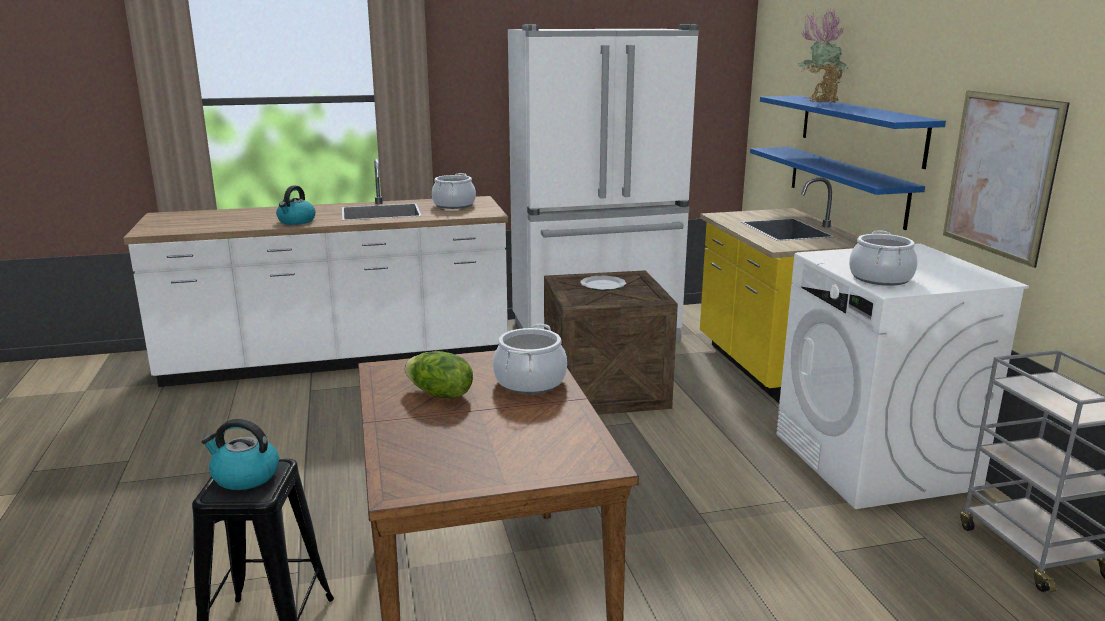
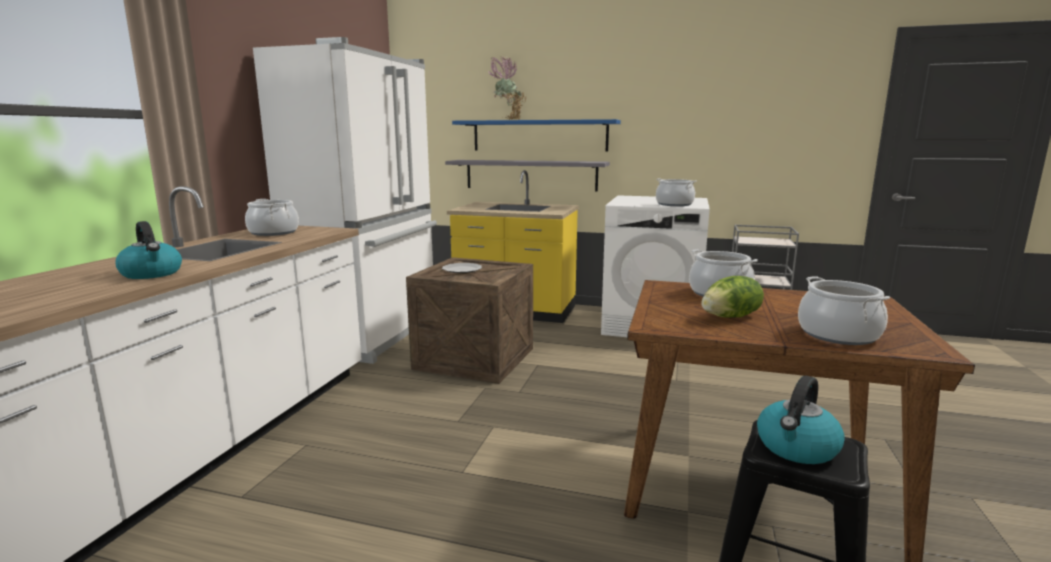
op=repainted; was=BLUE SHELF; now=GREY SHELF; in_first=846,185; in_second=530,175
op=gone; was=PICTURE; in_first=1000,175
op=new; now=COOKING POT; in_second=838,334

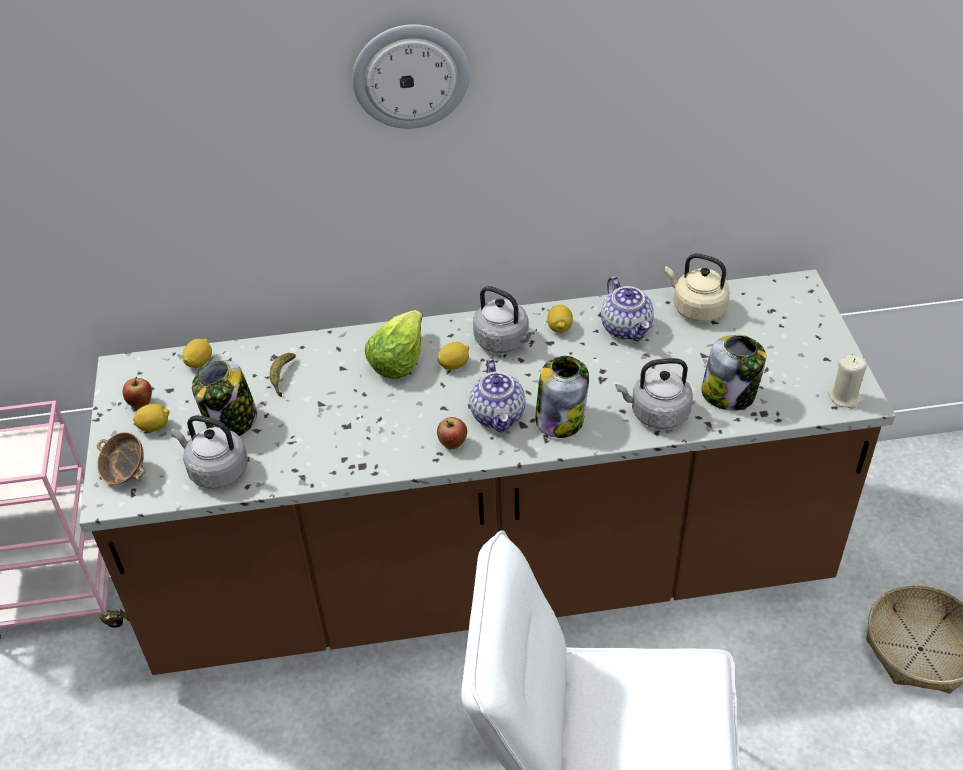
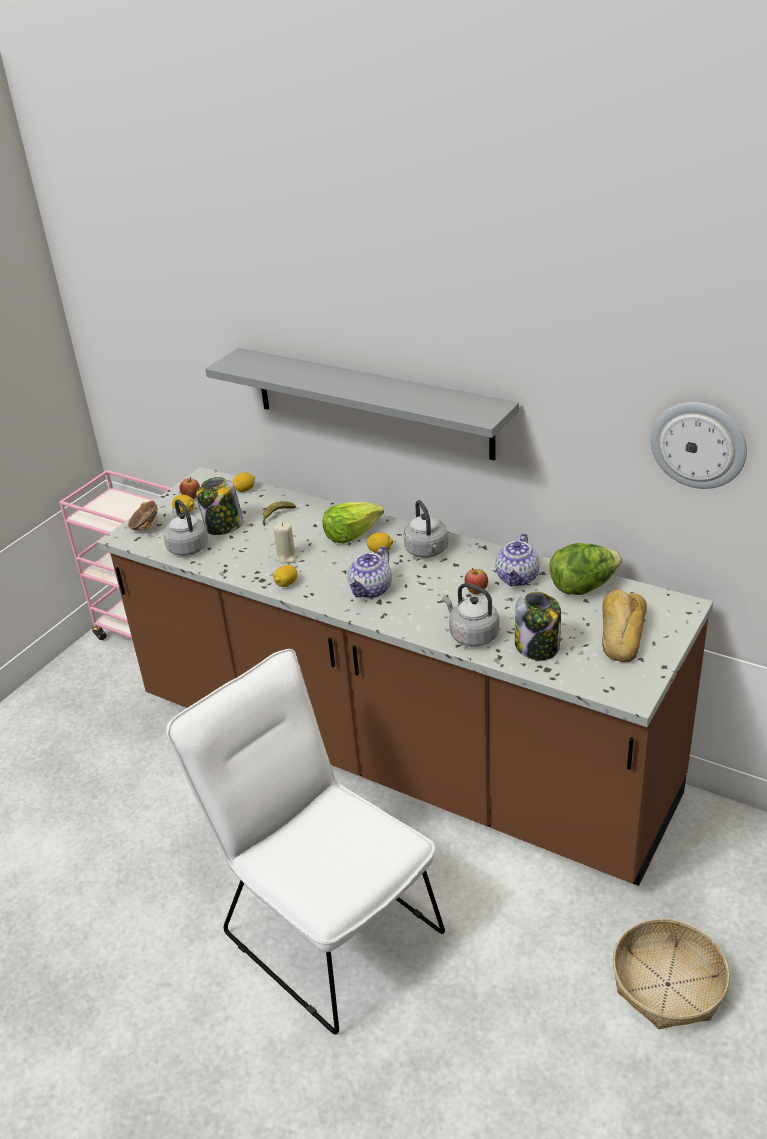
op=shifted; was=WALL CLOCK; in_first=410,75; in_second=698,444
op=shifted; was=APPLE; in_first=452,444; in_second=476,591
op=gone; was=JAR; in_first=560,419
op=shifted; was=LEMON; in_first=559,328; in_second=286,584
op=swapped; was=BEIGE KETTLE; now=LETTUCE; in_first=696,308; in_second=583,587
op=shifted; was=BEIGE CANDLE; in_first=845,397; in_second=287,557
op=new; now=GREY SHELF; in_second=371,403
op=new; now=BREAD; in_second=620,633

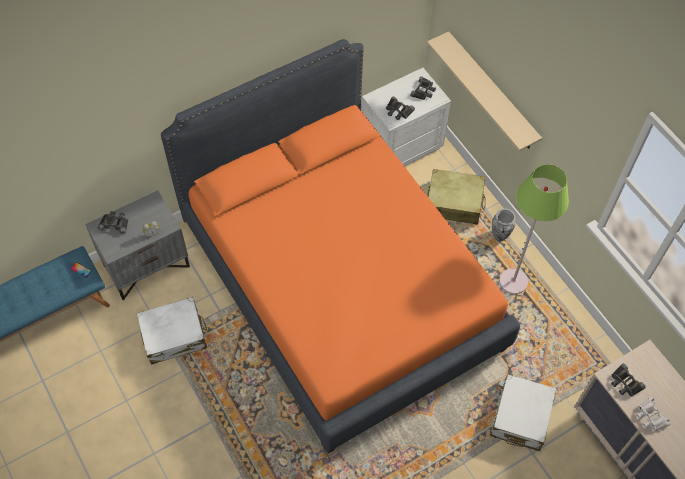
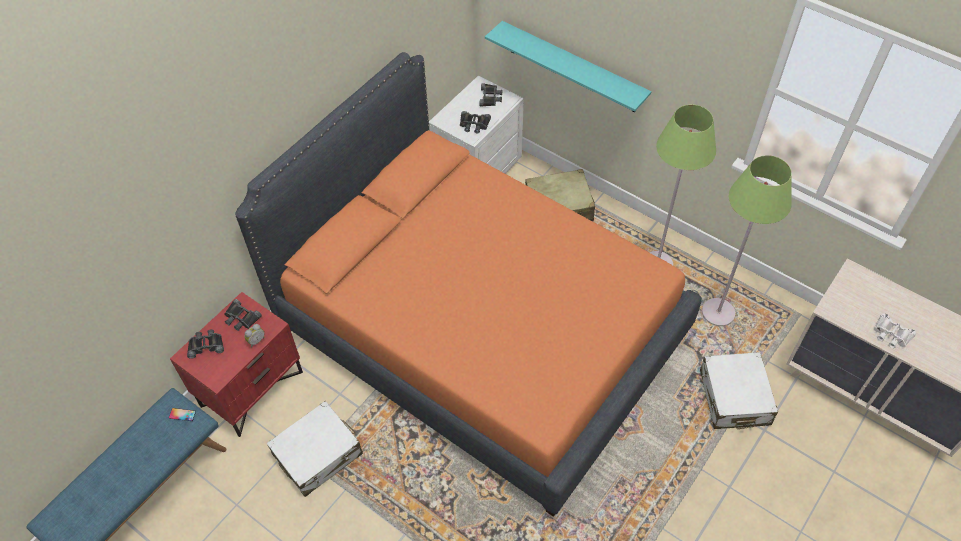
op=repainted; was=GREY NIGHTSTAND; now=RED NIGHTSTAND; in_first=146,265; in_second=251,388
op=repainted; was=BEIGE SHELF; now=TURQUOISE SHELF; in_first=491,92; in_second=573,67
op=gone; was=VASE; in_first=500,235
op=shifted; was=BLACK BINOCULARS; in_first=625,383; in_second=241,318
op=new; now=GREEN FLOOR LAMP; in_second=718,313

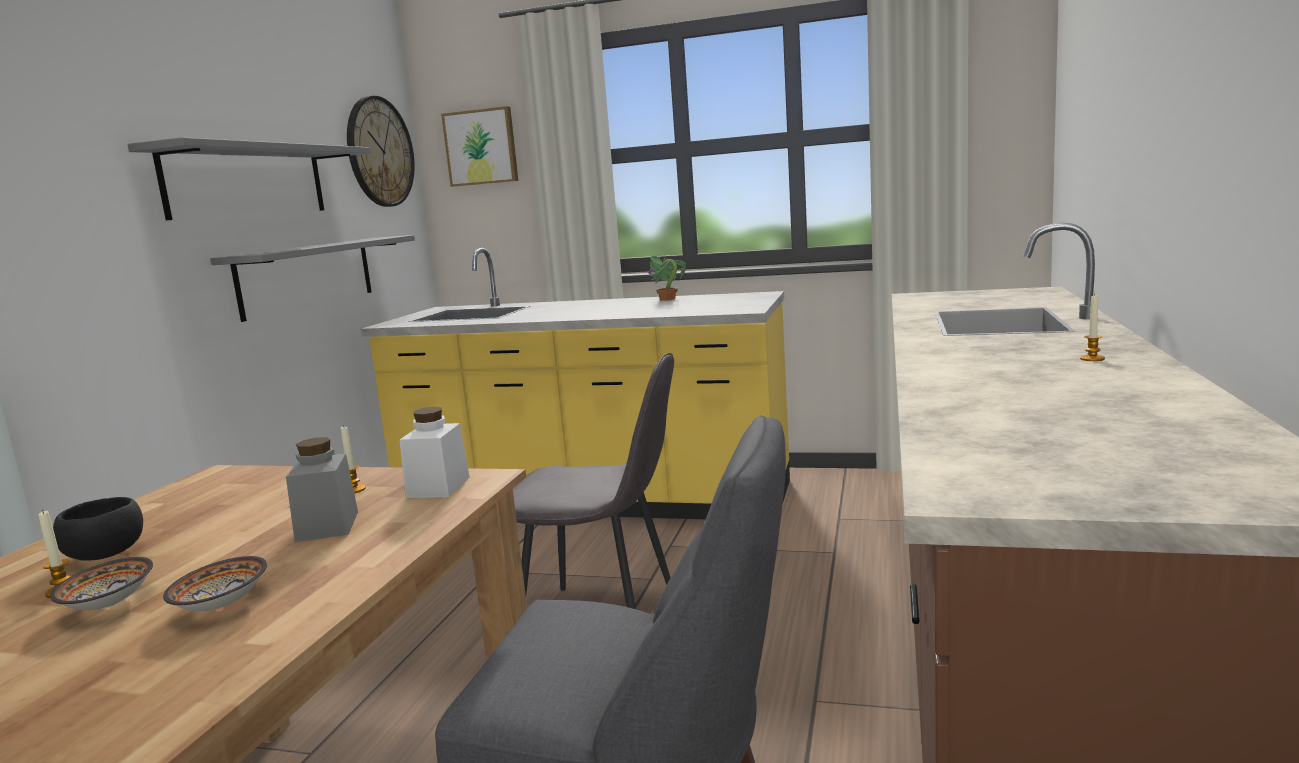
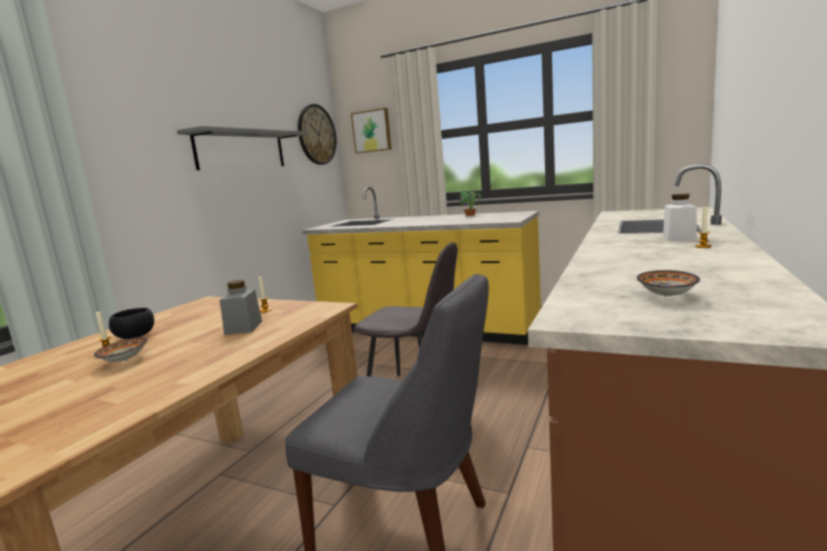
op=shifted; was=BOWL; in_first=225,604; in_second=668,295
op=gone; was=GREY SHELF; in_first=307,276
op=shifted; was=WHITE JAR; in_first=438,487; in_second=679,237

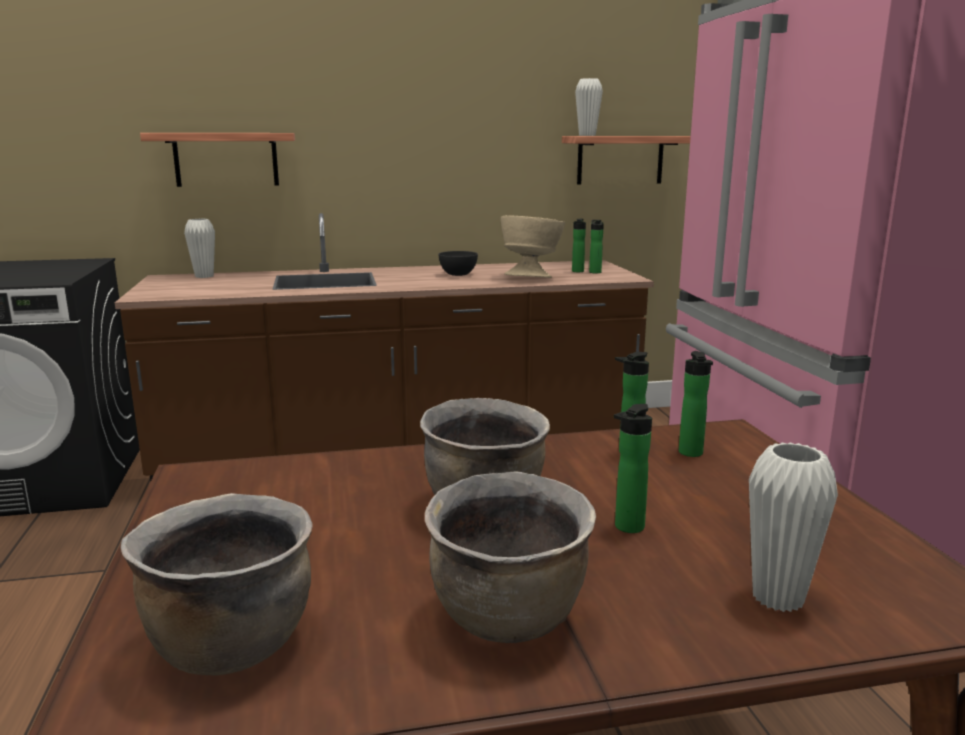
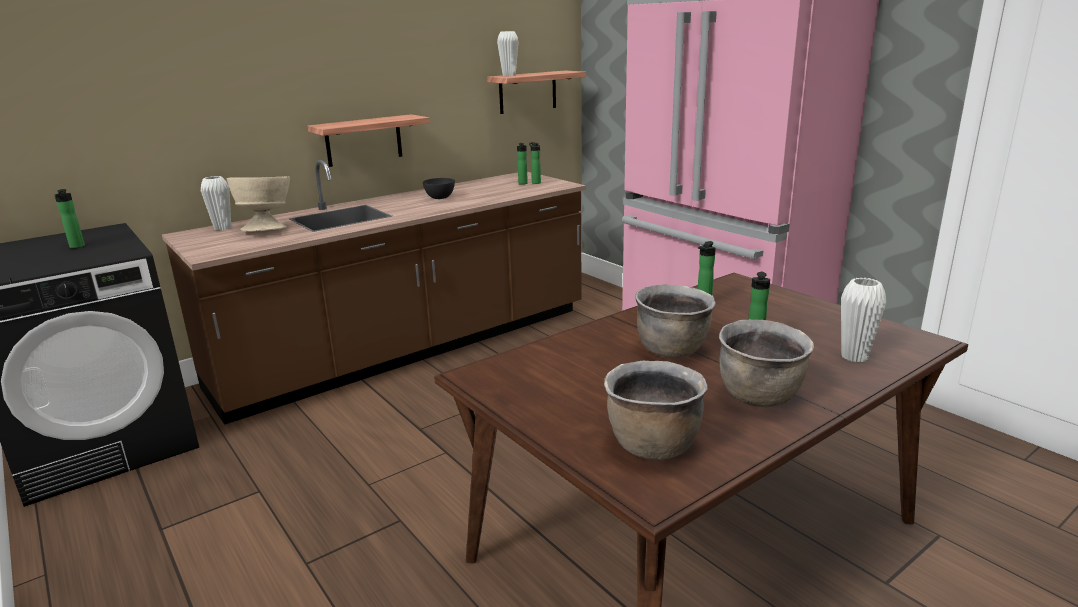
op=shifted; was=SHELF; in_first=226,159; in_second=364,140
op=shifted; was=BEIGE BOWL; in_first=531,278; in_second=267,229
op=shifted; was=BOTTLE; in_first=691,454; in_second=77,247

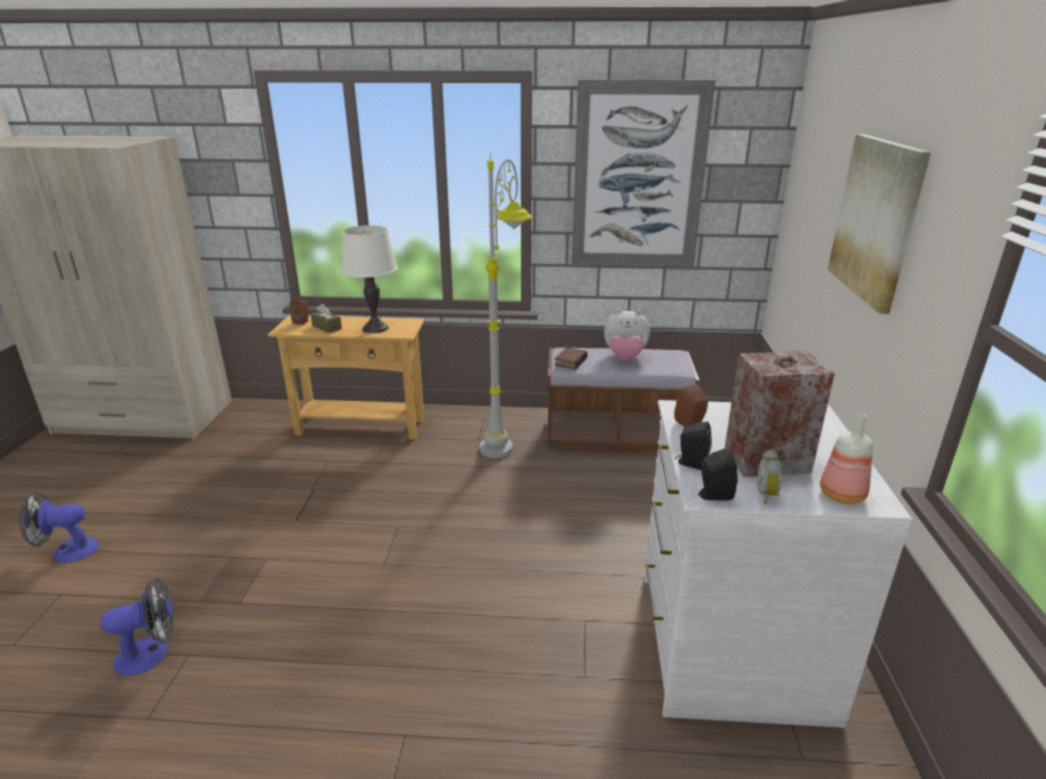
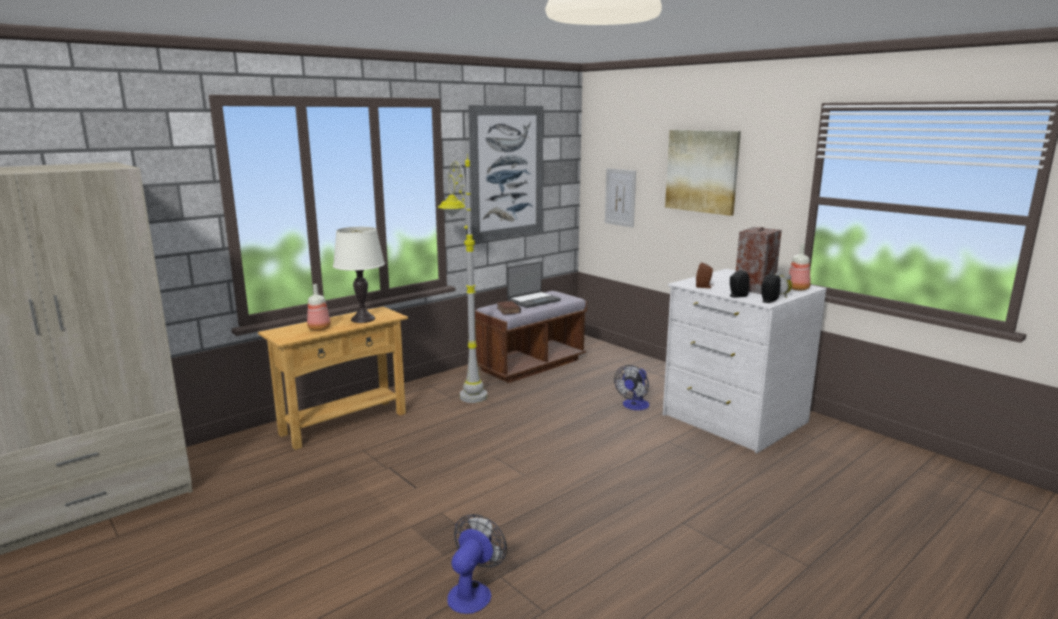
op=shifted; was=FAN; in_first=67,551; in_second=634,406
op=gone; was=BROWN SPEAKER; in_first=302,322
op=swapped; was=BROWN TISSUE BOX; now=BOTTLE; in_first=327,327; in_second=320,328
op=swapped; was=PLUSH TOY; now=LAPTOP; in_first=625,357; in_second=533,300
op=new; now=PICTURE; in_second=620,197

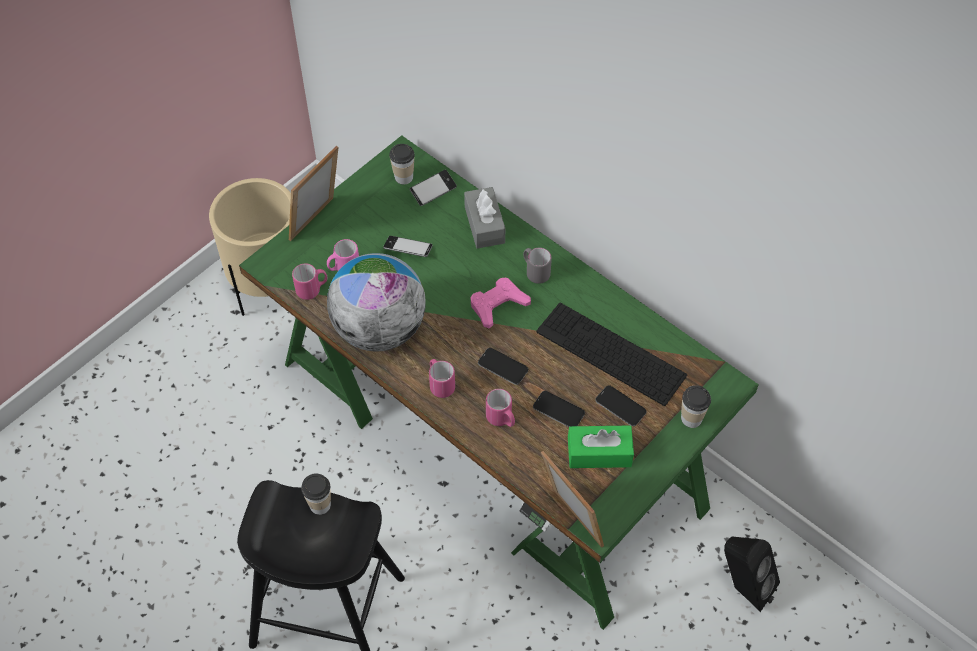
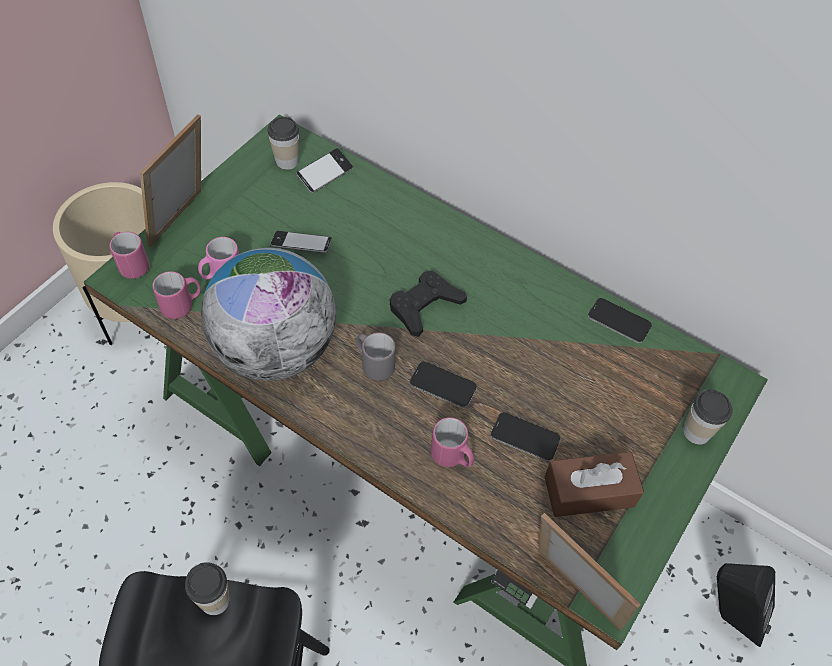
op=shifted; was=PINK MUG; in_first=440,384; in_second=131,264
op=gone; was=GREY TISSUE BOX; in_first=484,225
op=repainted; was=PINK GAME CONTROLLER; now=BLACK GAME CONTROLLER; in_first=498,305; in_second=424,306
op=shifted; was=GREY MUG; in_first=535,272; in_second=374,364
op=gone; was=KEYBOARD; in_first=610,353
op=repainted; was=GREEN TISSUE BOX; now=BROWN TISSUE BOX; in_first=599,453; in_second=589,491
op=shifted; was=PHONE; in_first=620,406; in_second=619,321

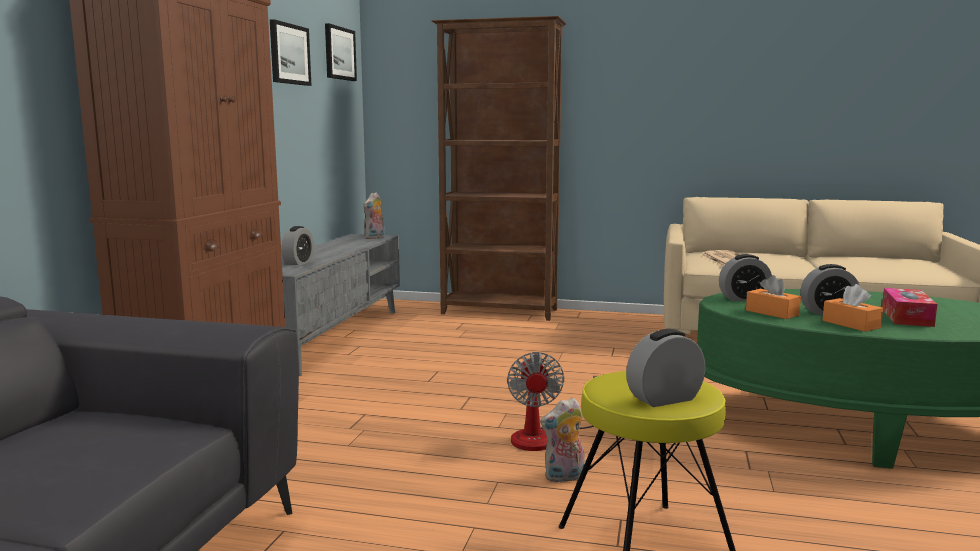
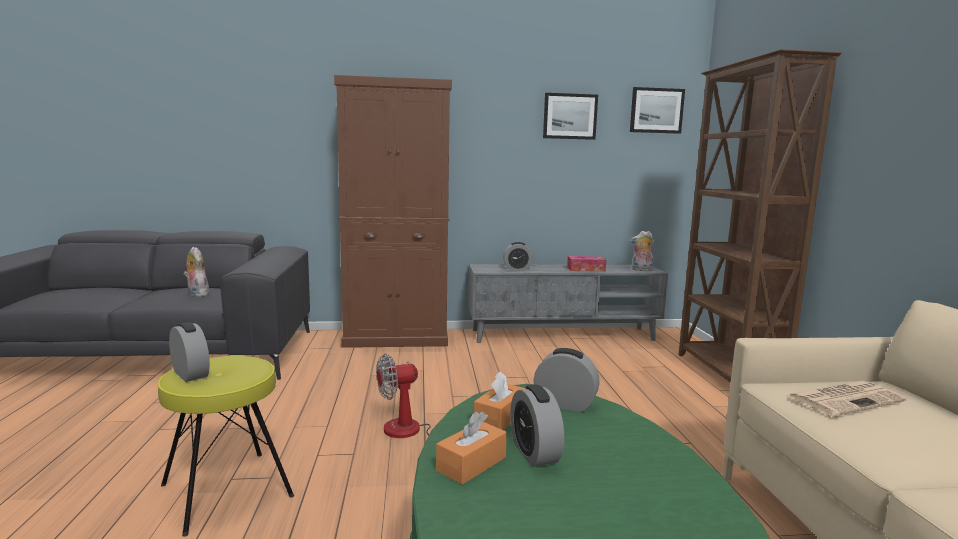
op=shifted; was=PLUSH TOY; in_first=564,477; in_second=196,294
op=rotated; was=ALARM CLOCK; in_first=744,299; in_second=565,404; clockwise=135
op=shifted; was=TISSUE BOX; in_first=906,317; in_second=586,269

